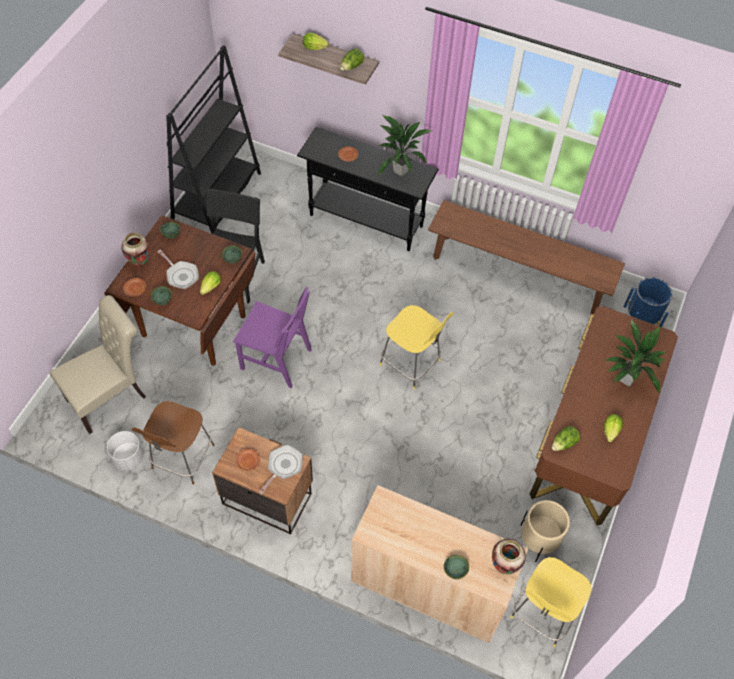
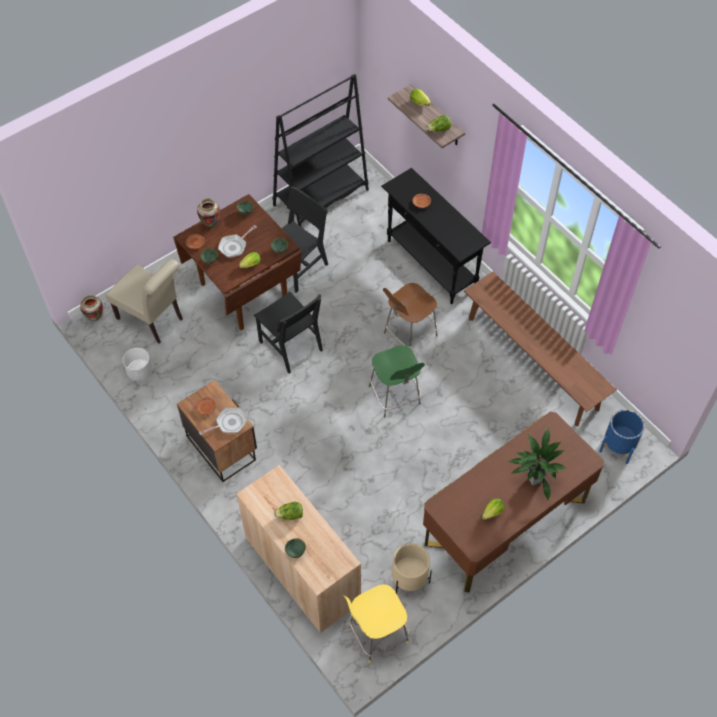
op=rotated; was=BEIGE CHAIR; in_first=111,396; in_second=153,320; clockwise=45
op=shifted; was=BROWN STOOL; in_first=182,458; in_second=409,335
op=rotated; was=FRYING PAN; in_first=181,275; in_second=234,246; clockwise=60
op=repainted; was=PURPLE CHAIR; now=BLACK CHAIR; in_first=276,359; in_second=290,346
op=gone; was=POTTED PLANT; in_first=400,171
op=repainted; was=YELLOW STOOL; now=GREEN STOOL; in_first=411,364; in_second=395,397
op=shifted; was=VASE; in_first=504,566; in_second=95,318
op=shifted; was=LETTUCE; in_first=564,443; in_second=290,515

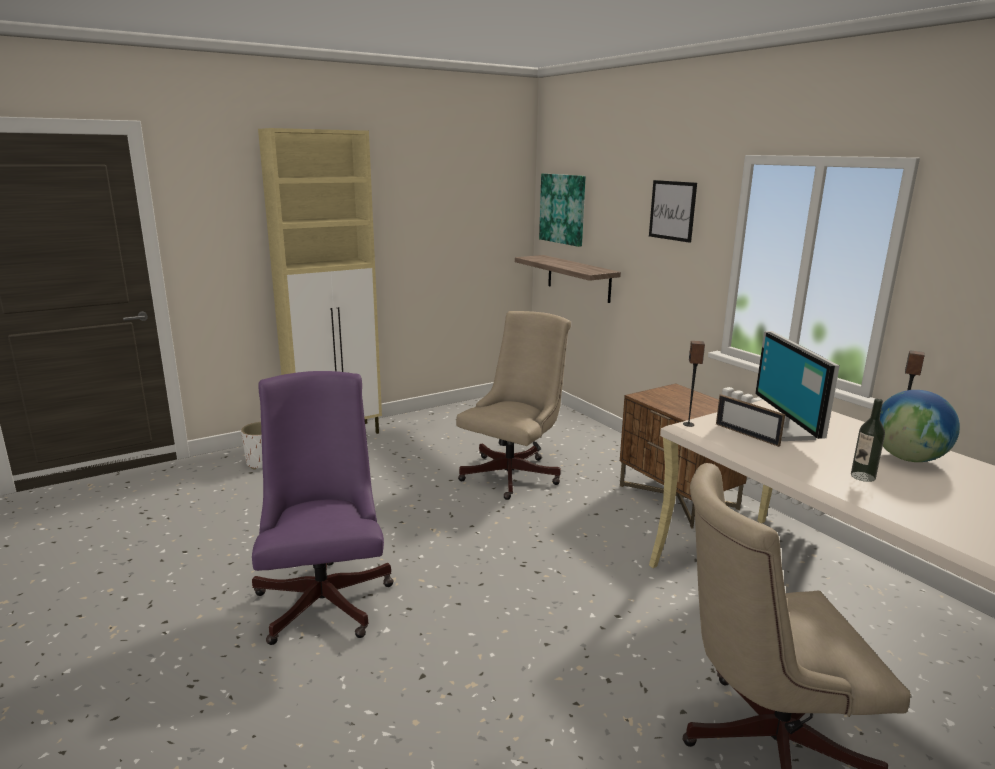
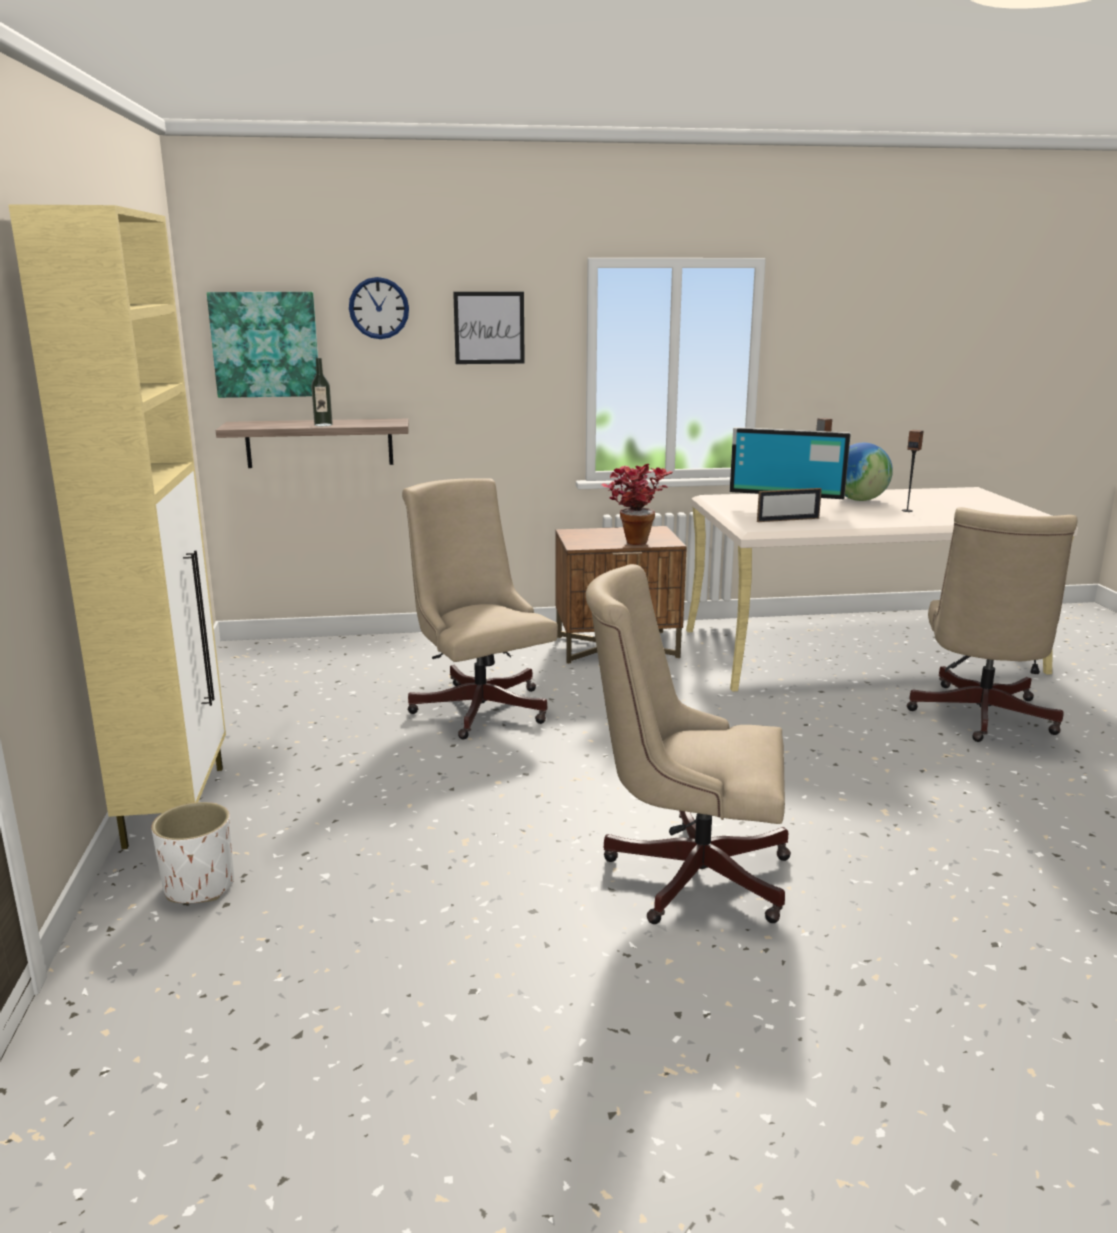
op=repainted; was=PURPLE OFFICE CHAIR; now=BEIGE OFFICE CHAIR; in_first=325,596; in_second=686,872
op=shifted; was=SPEAKER; in_first=688,424; in_second=907,511
op=shifted; was=BOTTLE; in_first=862,476; in_second=323,425
op=new; now=WALL CLOCK; in_second=379,308
op=new; now=POTTED PLANT; in_second=633,540

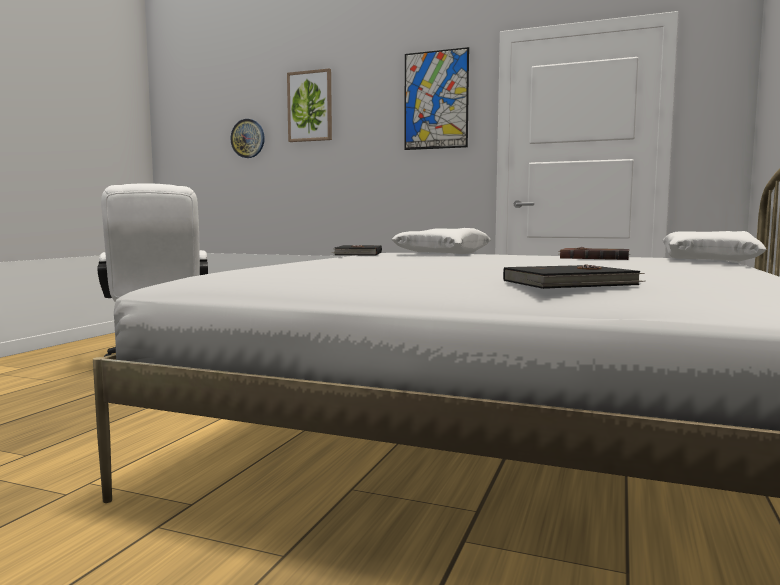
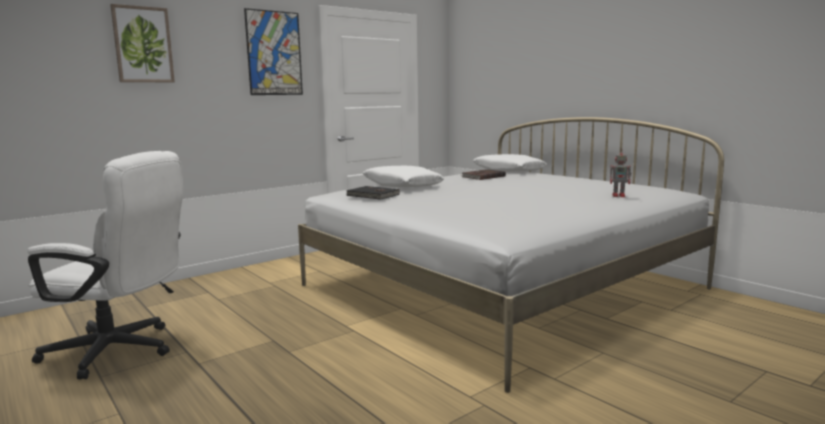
op=gone; was=WALL CLOCK; in_first=248,138
op=swapped; was=BLACK BOOK; now=TOY ROBOT; in_first=571,283; in_second=619,196

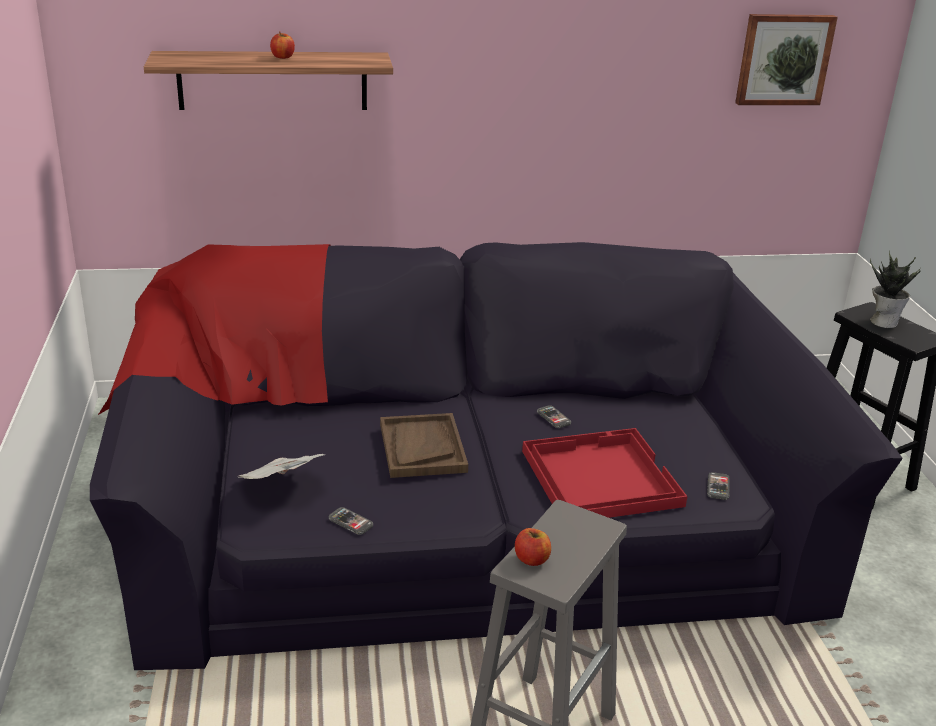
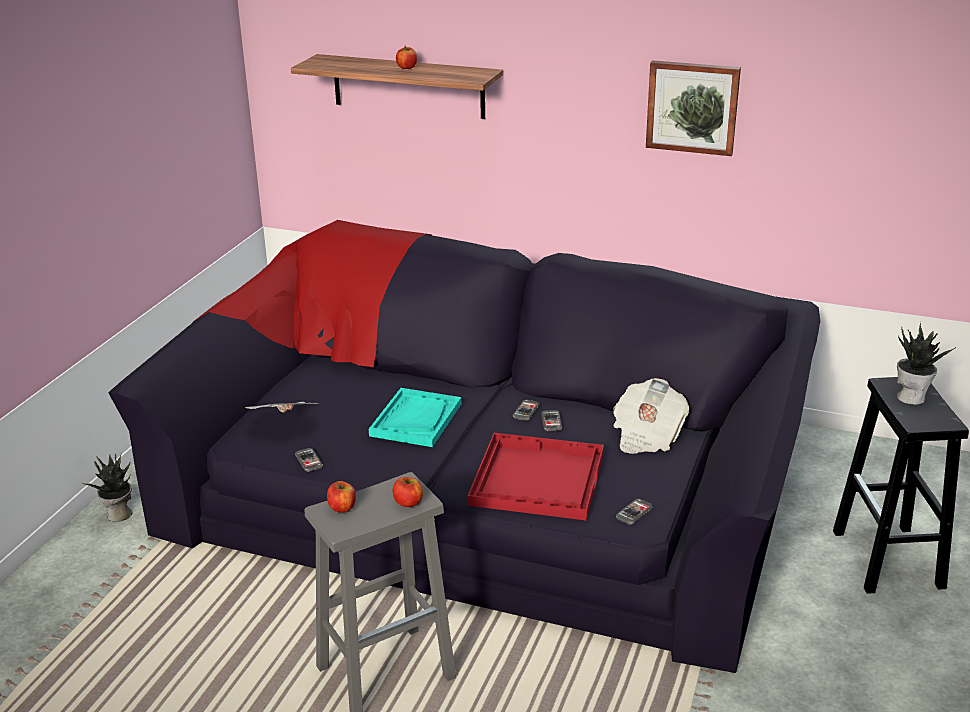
op=repainted; was=BROWN TRAY; now=TURQUOISE TRAY; in_first=422,448; in_second=416,419
op=shifted; was=PICTURE; in_first=783,59; in_second=692,107
op=new; now=POTTED PLANT; in_second=119,515
op=new; now=APPLE; in_second=408,502
op=new; now=PHONE; in_second=526,411
op=new; now=NEWSPAPER; in_second=646,435

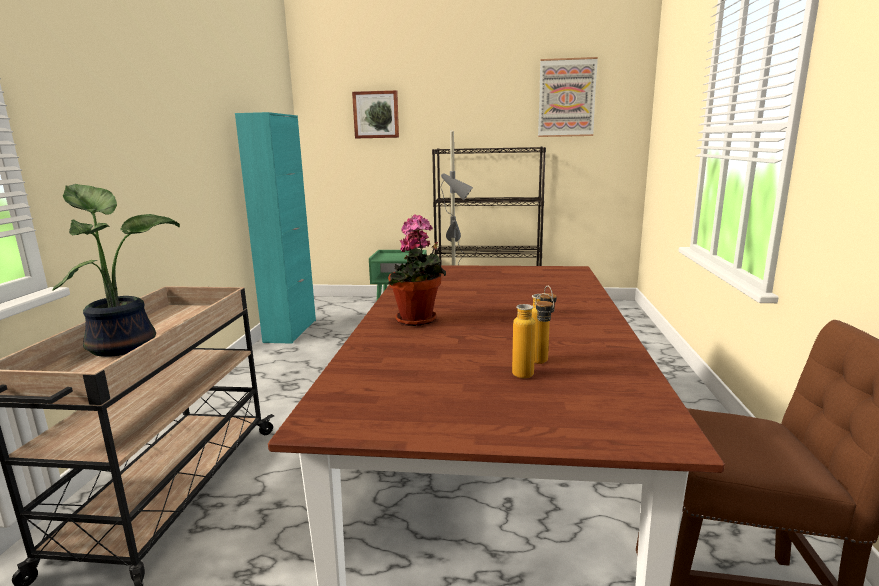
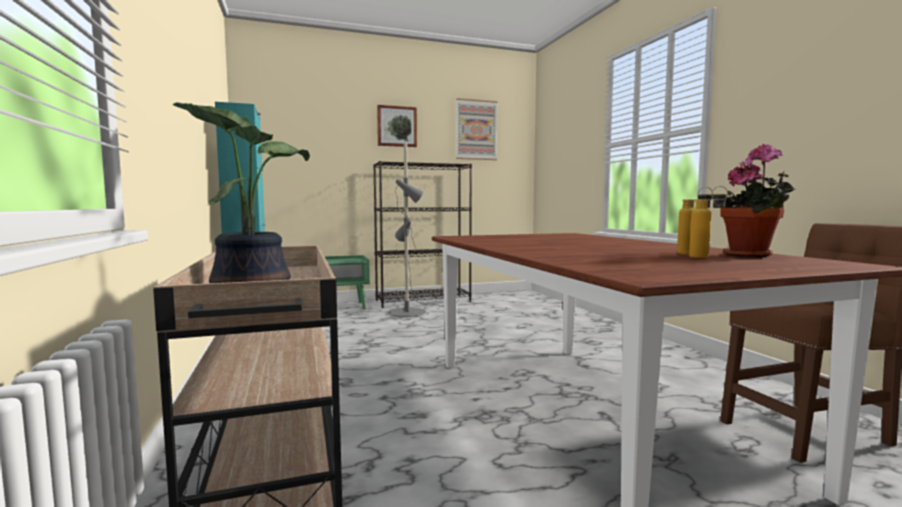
op=shifted; was=PICTURE; in_first=376,114; in_second=396,126
op=shifted; was=POTTED PLANT; in_first=418,321; in_second=752,255

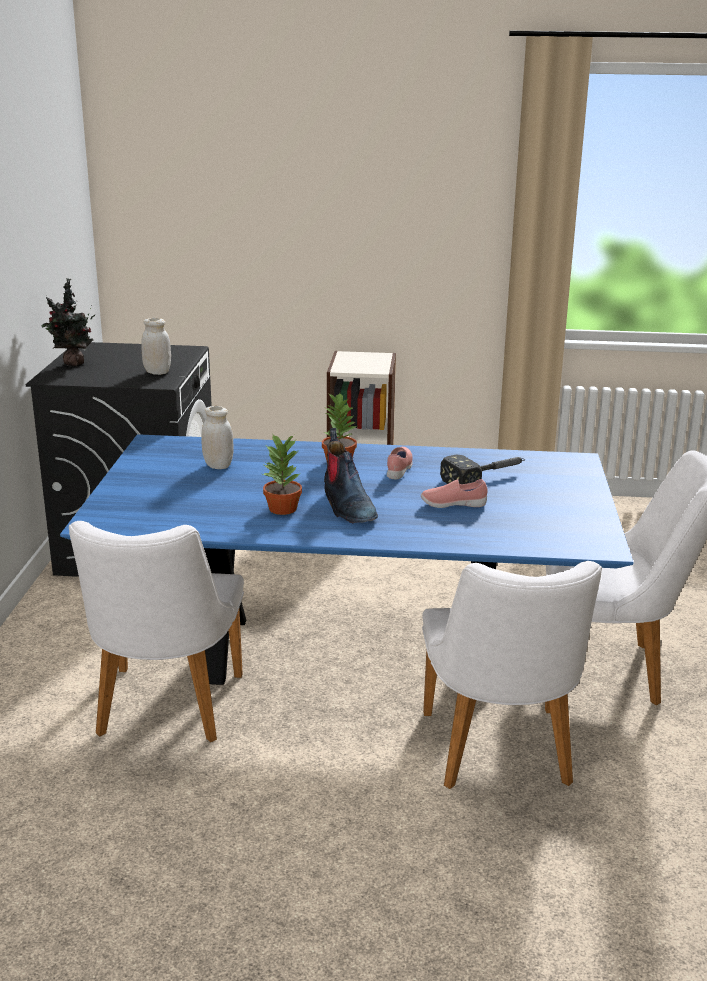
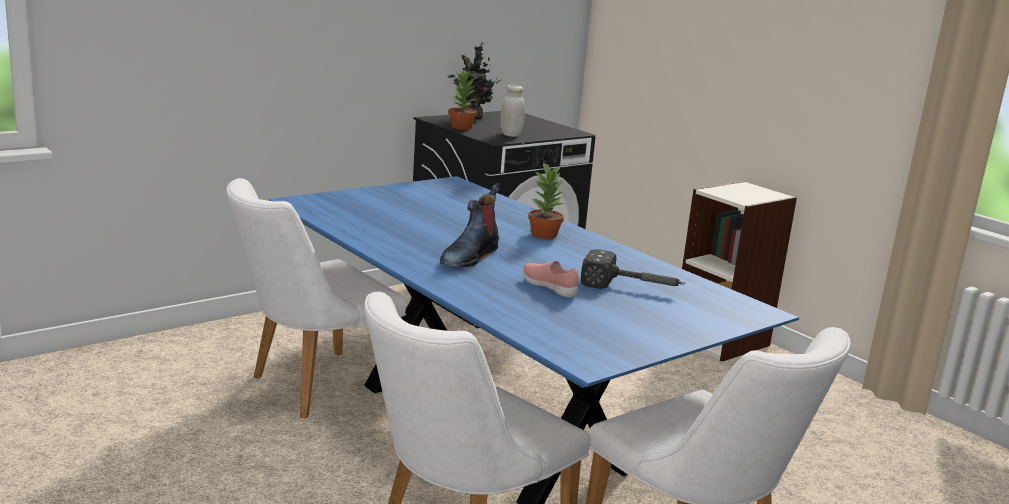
op=gone; was=WHITE JAR; in_first=218,465
op=shifted; was=POTTED PLANT; in_first=283,509; in_second=461,127
op=gone; was=PINK SHOE; in_first=399,470

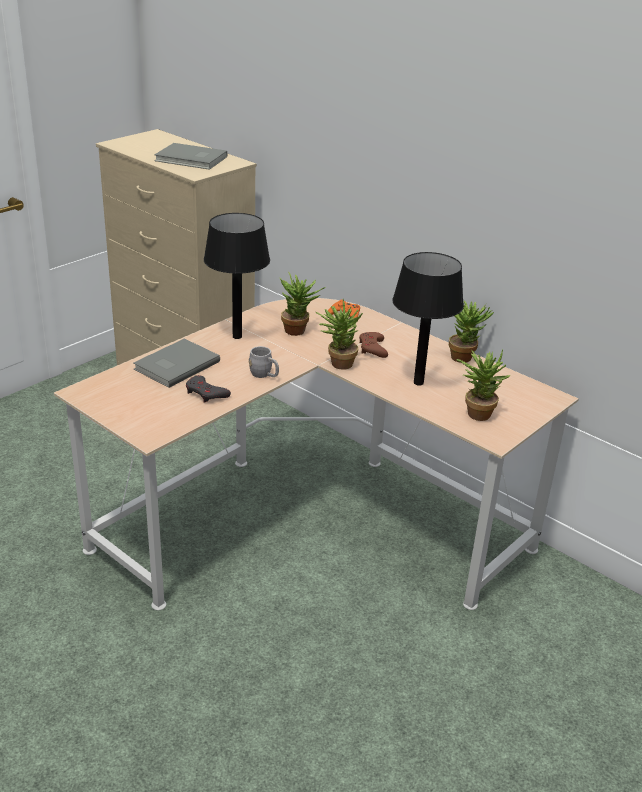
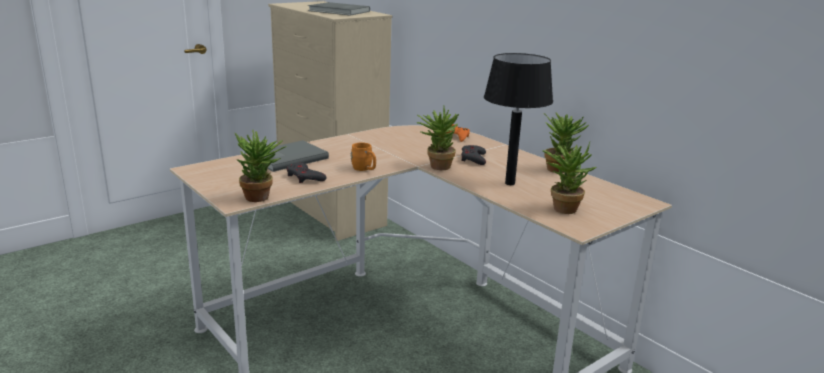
op=gone; was=BLACK TABLE LAMP; in_first=237,336
op=repainted; was=GREY MUG; now=ORANGE MUG; in_first=264,375; in_second=364,169
op=shifted; was=POTTED PLANT; in_first=299,331; in_second=261,198
op=repainted; was=BROWN GAME CONTROLLER; now=GREY GAME CONTROLLER; in_first=372,348; in_second=473,158

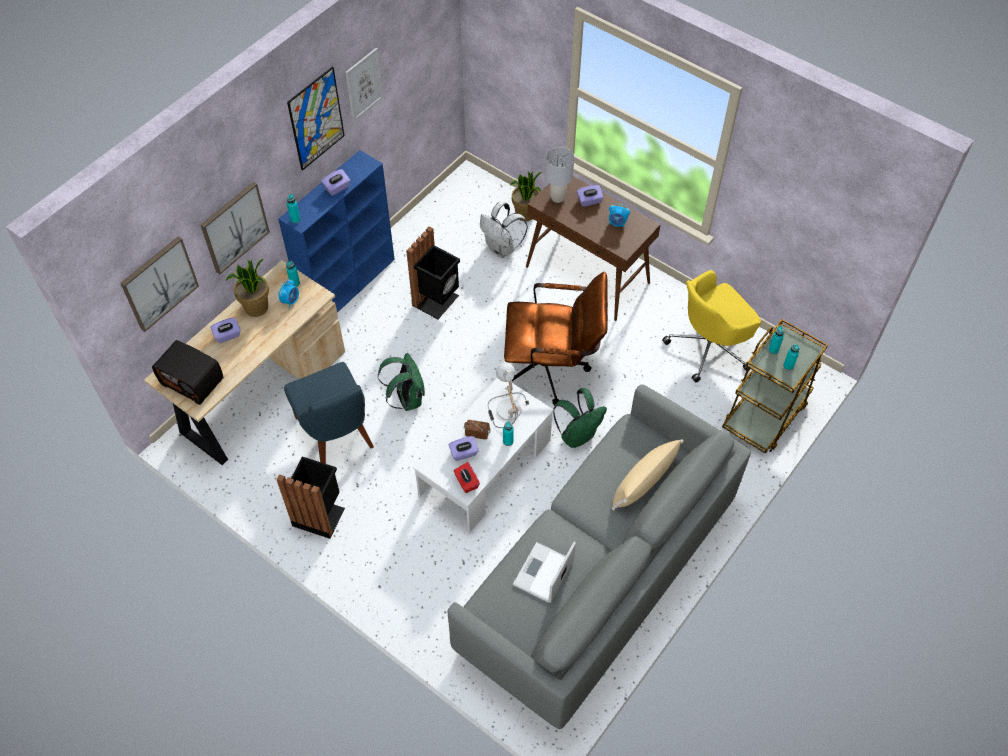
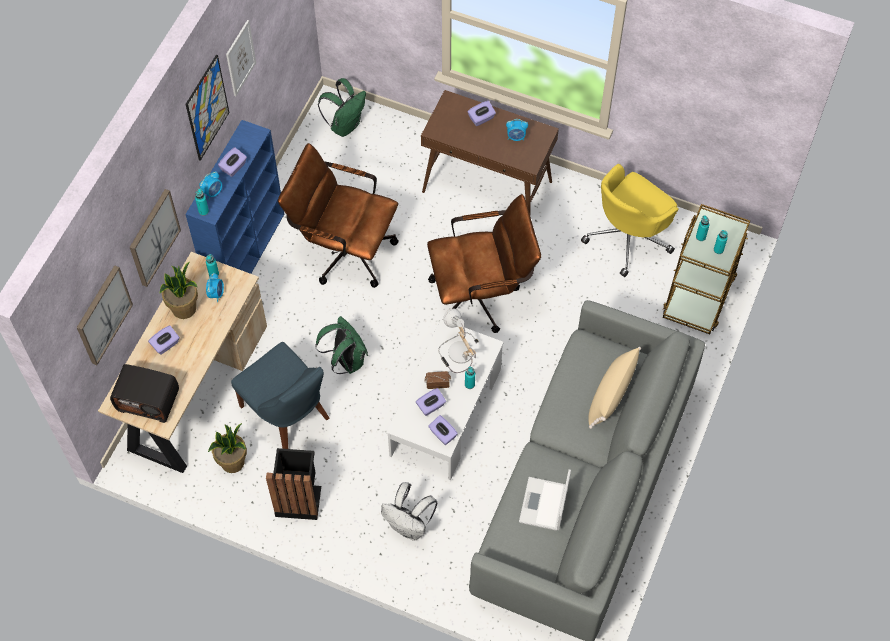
op=swapped; was=BLACK TRASH CAN; now=BROWN OFFICE CHAIR; in_first=437,301; in_second=343,249
op=repainted; was=RED TISSUE BOX; now=PURPLE TISSUE BOX; in_first=466,482; in_second=442,434
op=shifted; was=WHITE BACKPACK; in_first=502,248; in_second=409,526
op=shifted; was=POTTED PLANT; in_first=525,214; in_second=233,462
op=gone; was=GREY TABLE LAMP; in_first=557,197
op=shifted; was=GREEN BACKPACK; in_first=578,435; in_second=345,125
op=new; now=ALARM CLOCK; in_second=213,192

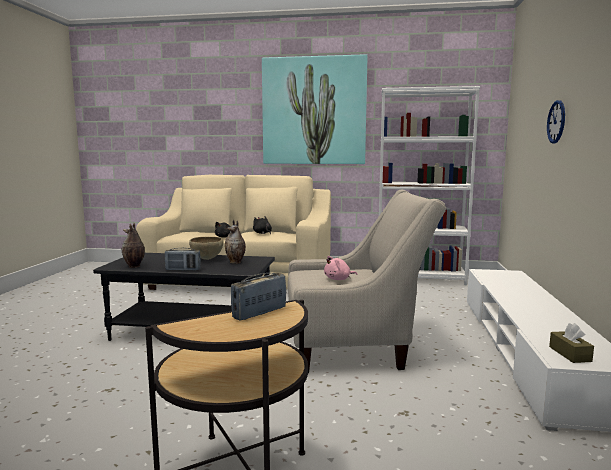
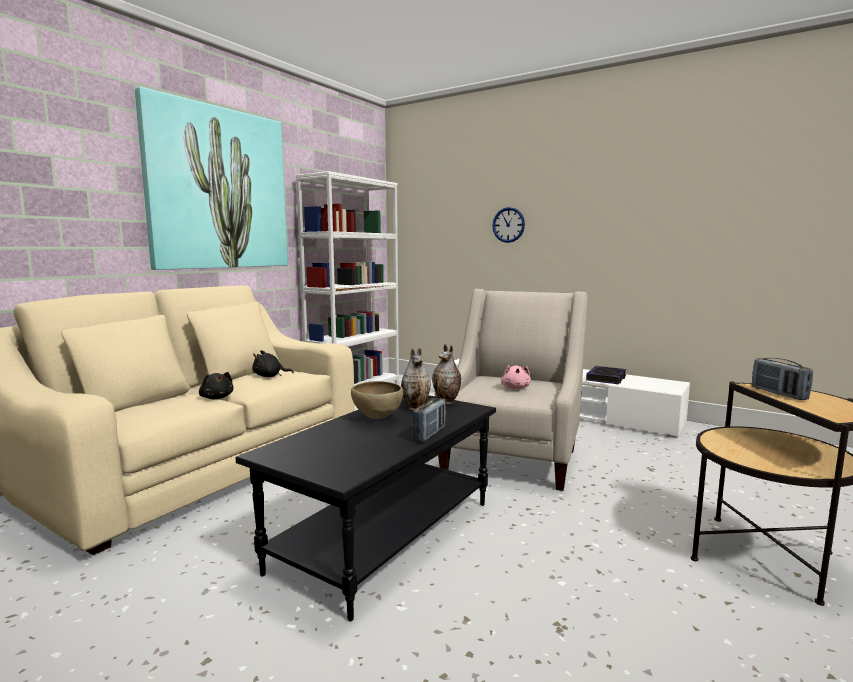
op=shifted; was=VASE; in_first=134,266; in_second=447,402
op=gone; was=BROWN TISSUE BOX; in_first=570,354
op=new; now=BOOK; in_second=606,378

